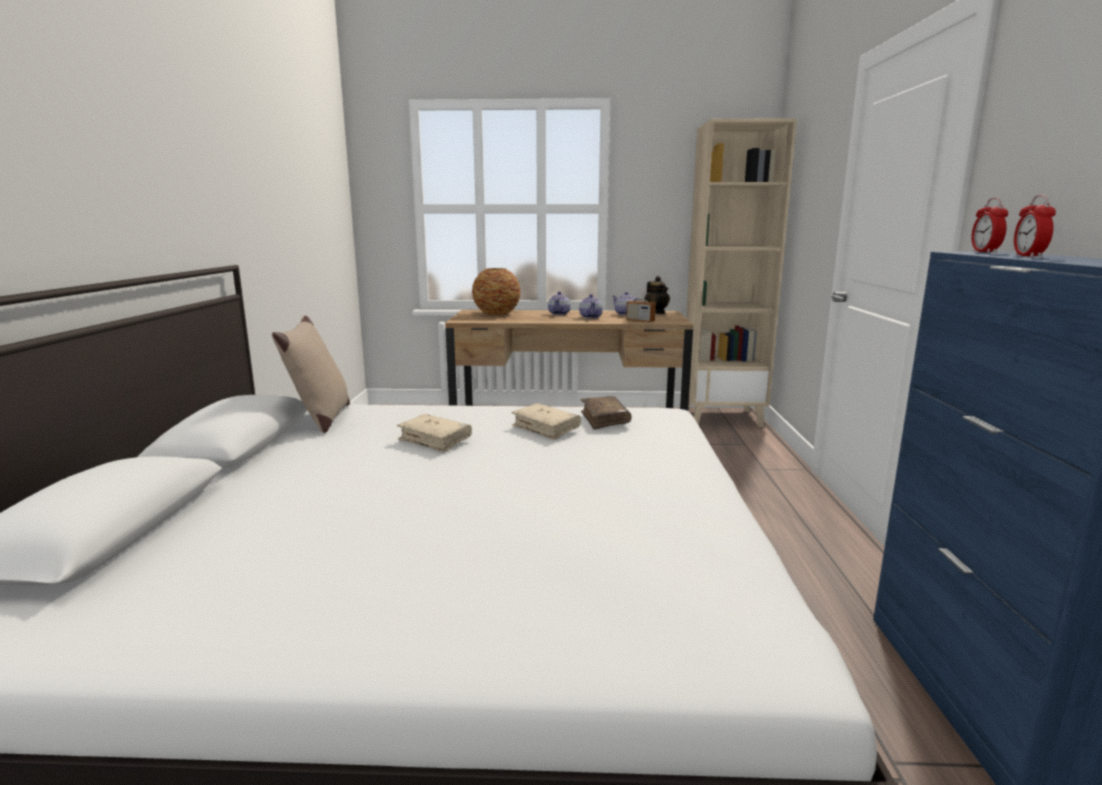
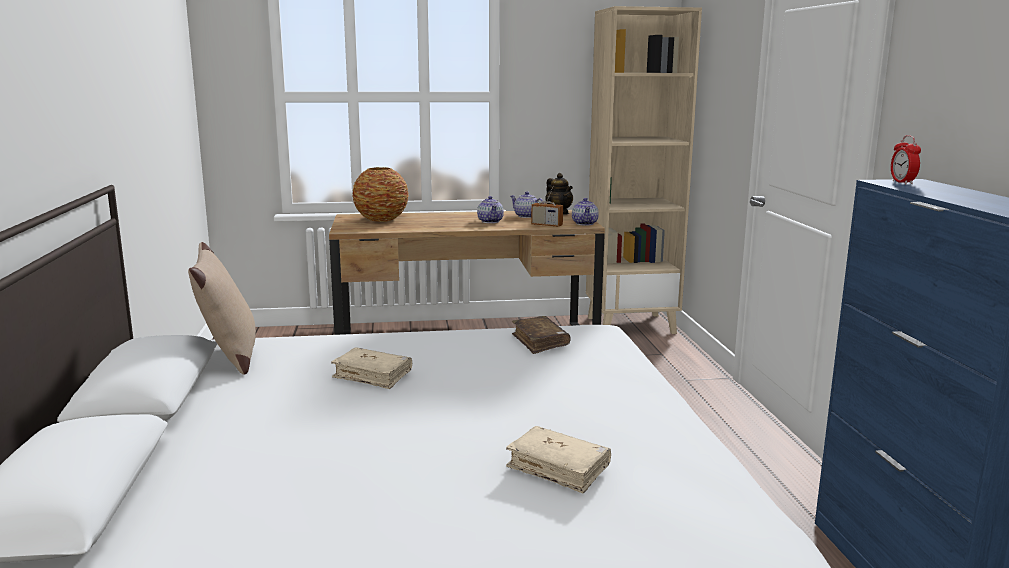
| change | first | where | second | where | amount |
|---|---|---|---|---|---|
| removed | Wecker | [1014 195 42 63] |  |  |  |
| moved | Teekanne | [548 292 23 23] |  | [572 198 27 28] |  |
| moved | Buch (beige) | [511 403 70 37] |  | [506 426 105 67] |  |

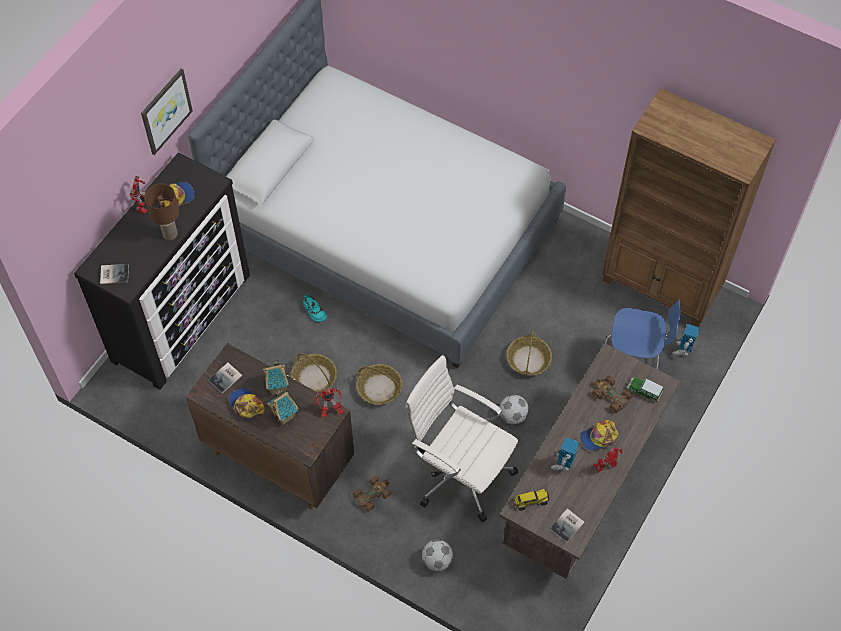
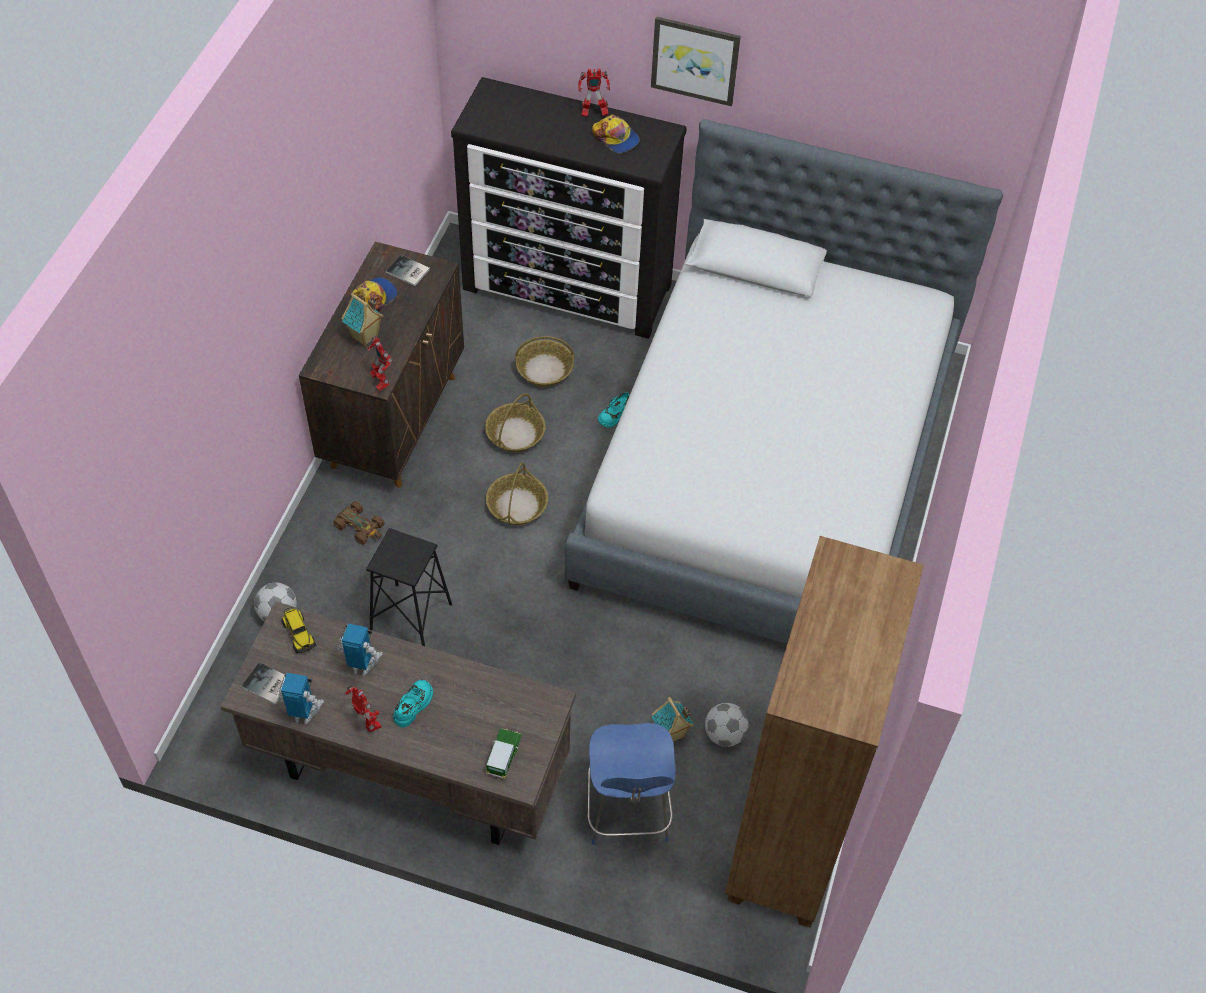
| change | first | where | second | where | amount |
|---|---|---|---|---|---|
| removed | Tischlampe (braun) | [144 183 35 57] |  |  |  |
| removed | Buch | [100 264 29 20] |  |  |  |
| moved | Spielzeugroboter | [672 324 27 32] |  | [277 673 47 51] |  |
| moved | Korb | [507 330 45 46] |  | [515 336 59 51] |  |
| replaced | Bürostuhl (weiß) | [405 355 114 167] | Hocker (schwarz) | [366 528 86 118] |  |
| moved | Spielzeughaus | [263 359 26 36] |  | [652 697 42 44] |  |
| removed | Spielzeugauto (braun) | [592 376 41 37] |  |  |  |
| moved | Fußball | [499 395 30 29] |  | [705 703 44 44] |  |
| replaced | Kappe | [580 420 39 31] | Schuh (türkis) | [393 680 40 48] |  |

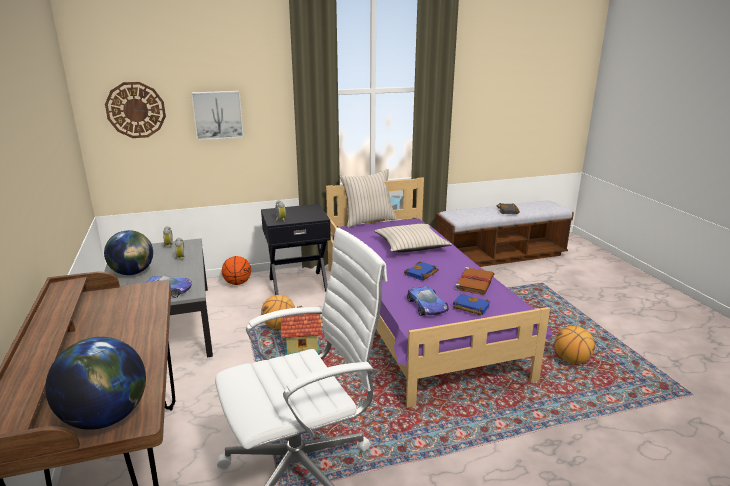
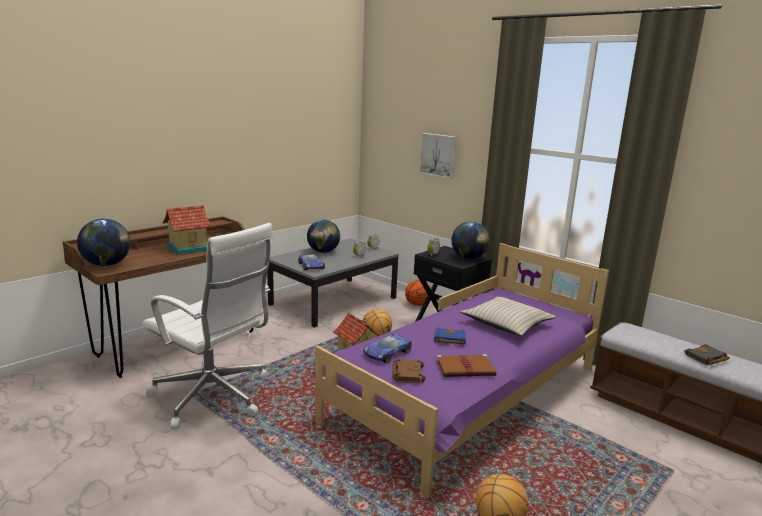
| change | first | where | second | where | amount |
|---|---|---|---|---|---|
| removed | Wanduhr | [105 82 61 56] |  |  |  |
| removed | Kissen (beige) | [340 169 57 59] |  |  |  |
| recoloured | Buch (blau) | [453 293 37 23] | Buch (braun) | [393 359 33 24] |  |
| added |  |  | Spielzeughaus | [162 205 50 50] |  |
| added |  |  | Globus | [451 222 39 37] |  |

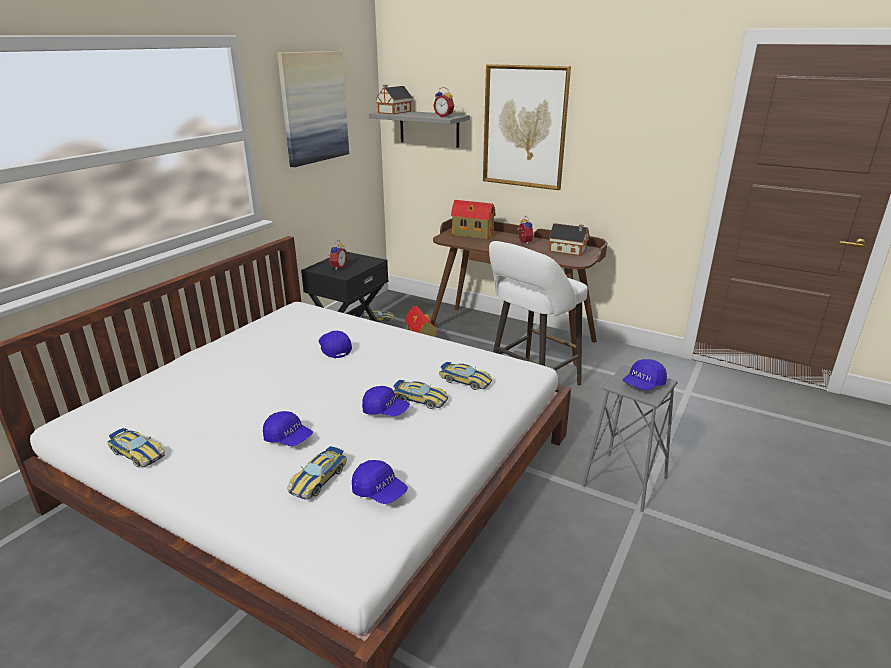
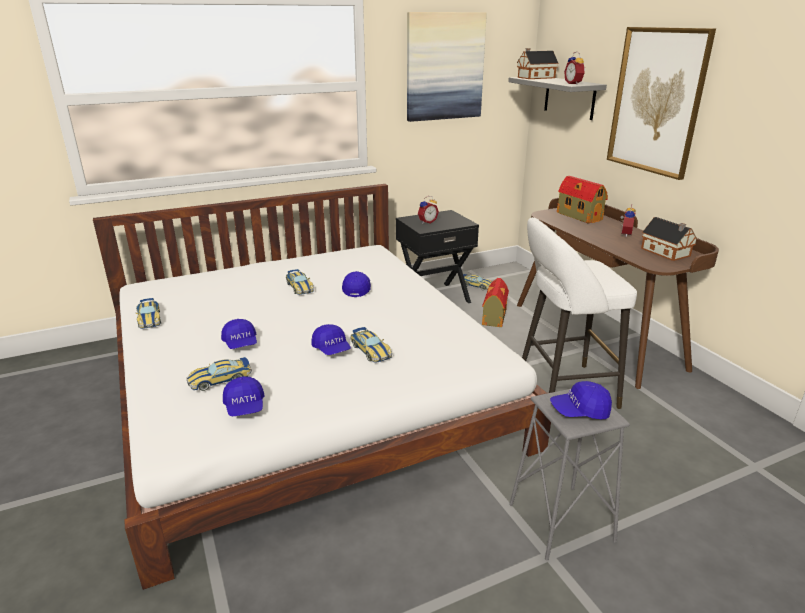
| change | first | where | second | where | amount |
|---|---|---|---|---|---|
| moved | Spielzeugauto | [439 362 53 28] |  | [286 269 28 26] |  |

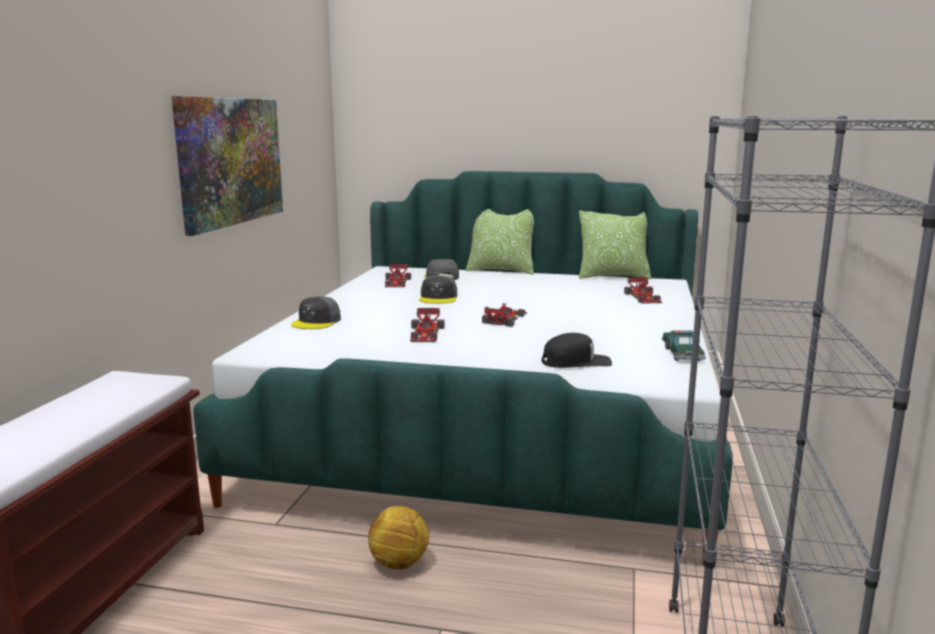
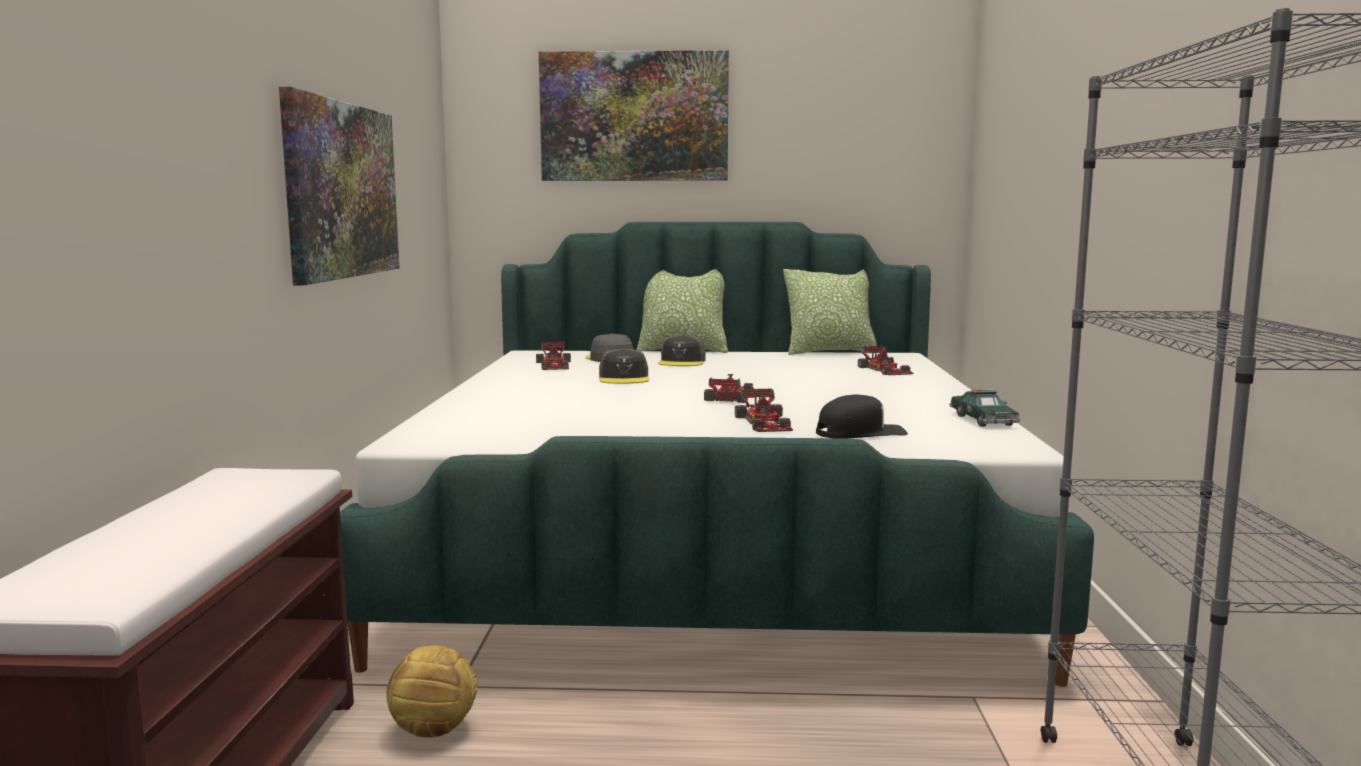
| change | first | where | second | where | amount |
|---|---|---|---|---|---|
| moved | Kappe (grau) | [291 296 50 33] |  | [658 335 48 31] |  |
| moved | Spielzeugauto | [410 308 35 34] |  | [735 389 58 43] |  |
| moved | Fußball | [368 506 62 63] |  | [386 645 93 92] |  |
| added |  |  | Bild | [539 50 190 131] |  |

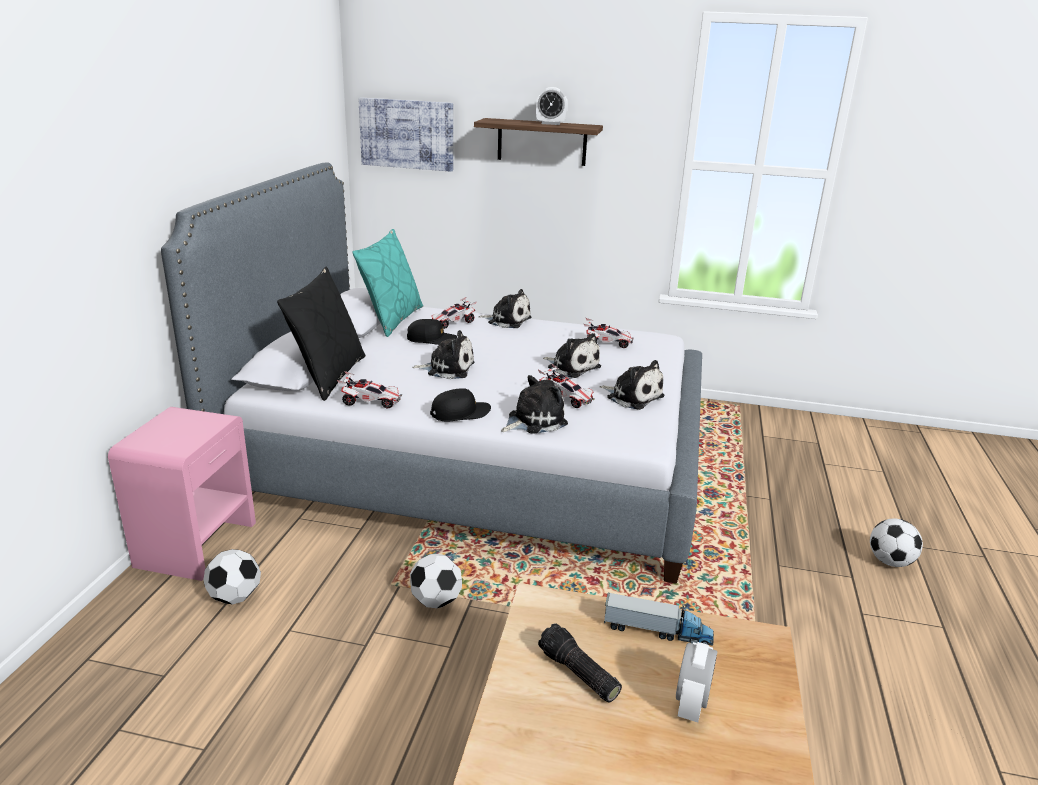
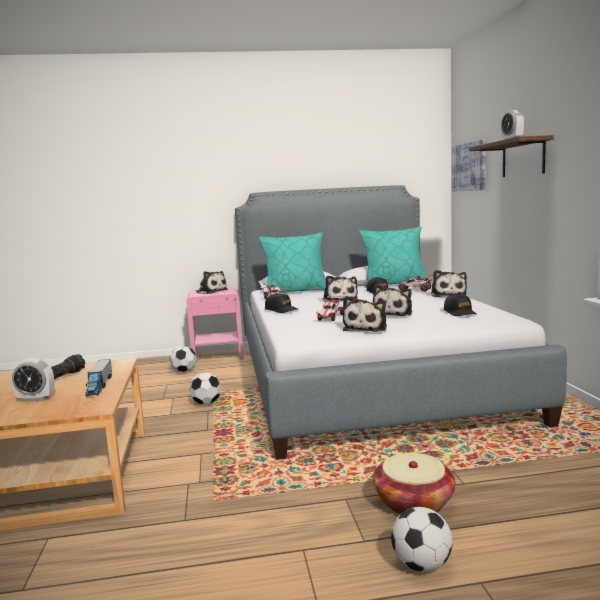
| change | first | where | second | where | amount |
|---|---|---|---|---|---|
| recoloured | Kissen (schwarz) | [277 267 89 134] | Kissen (türkis) | [259 232 67 61] |  |
| replaced | Spielzeugauto | [584 318 49 30] | Kappe (schwarz) | [444 293 32 23] |  |
| moved | Plüschtier | [501 375 67 59] |  | [196 271 32 23] |  |
| added |  |  | Korb | [373 453 83 61] |  |

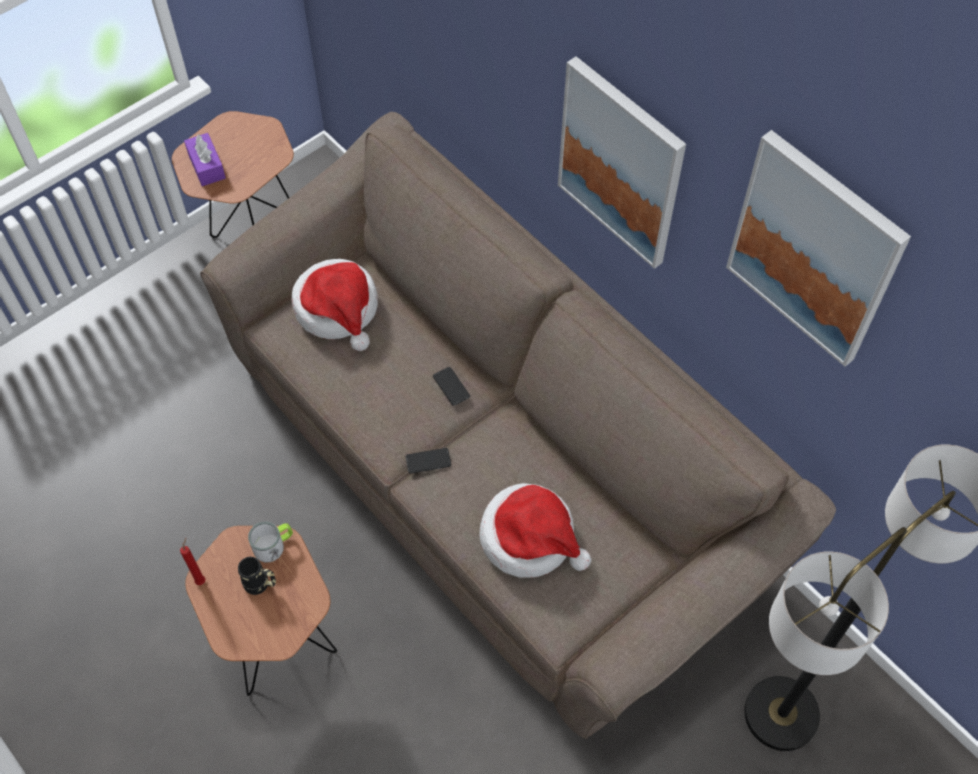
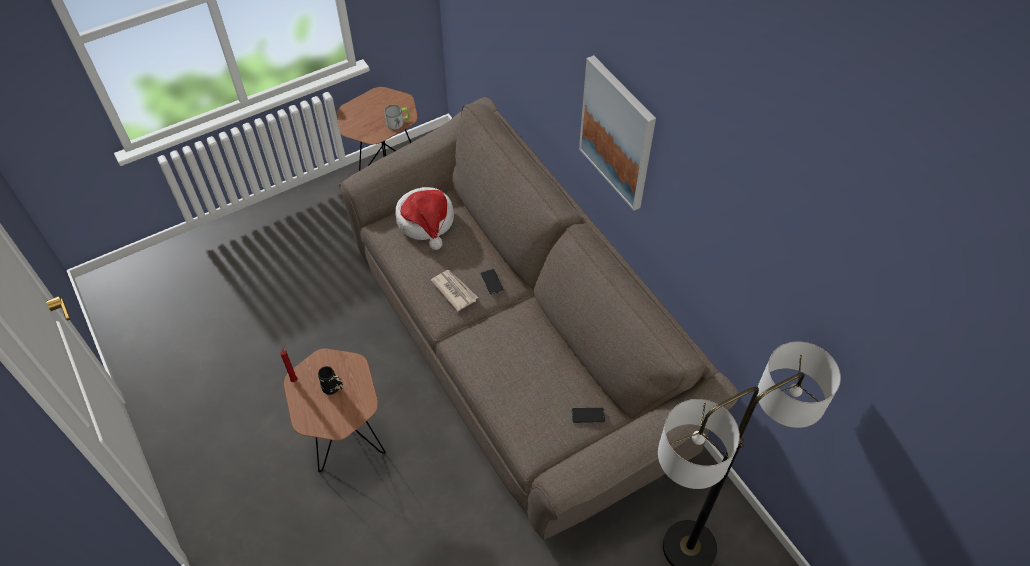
| change | first | where | second | where | amount |
|---|---|---|---|---|---|
| removed | Bild | [726 130 185 237] |  |  |  |
| removed | Taschentuchbox (lila) | [184 133 42 53] |  |  |  |
| moved | Handy | [406 448 45 26] |  | [572 408 33 15] |  |
| removed | Hut | [479 483 112 95] |  |  |  |
| moved | Henkelbecher | [248 522 45 41] |  | [384 105 26 24] |  |
| added |  |  | Zeitung | [431 270 47 42] |  |

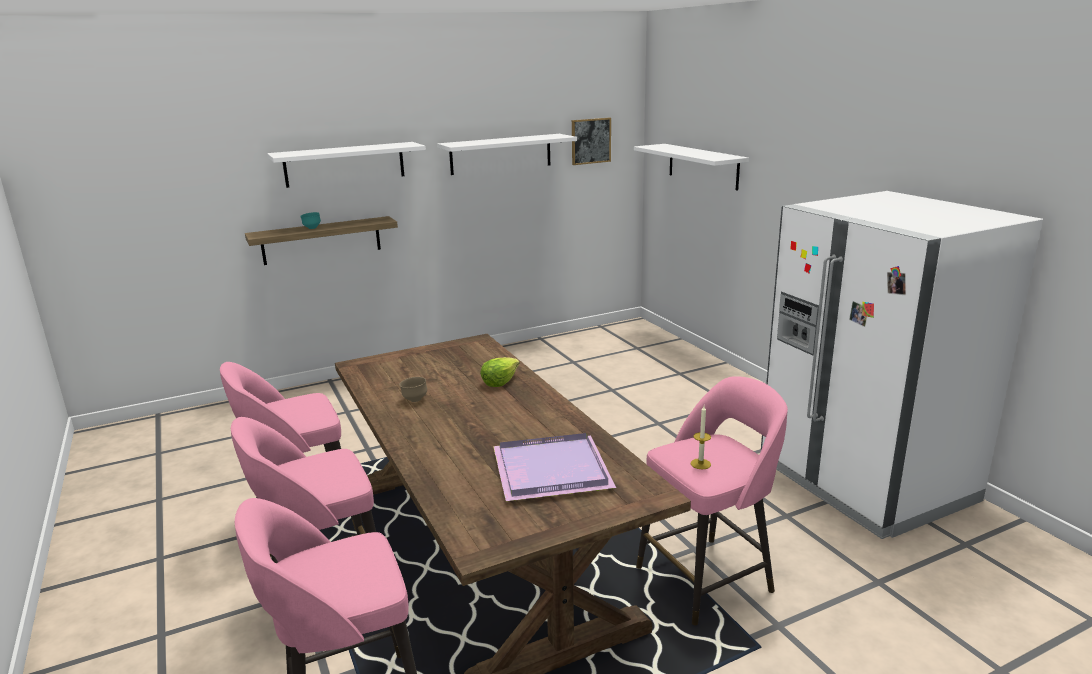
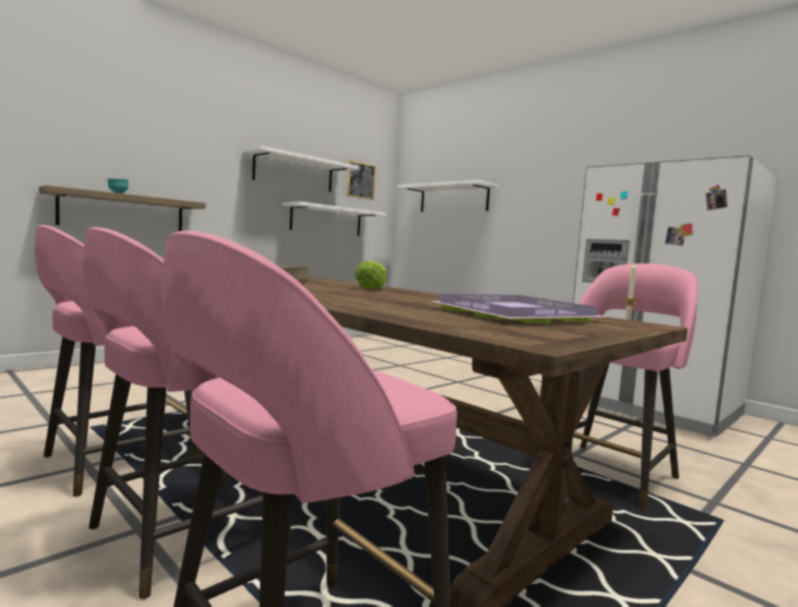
| change | first | where | second | where | amount |
|---|---|---|---|---|---|
| moved | Wandregal (weiß) | [267 142 159 46] |  | [282 202 104 34] |  |

